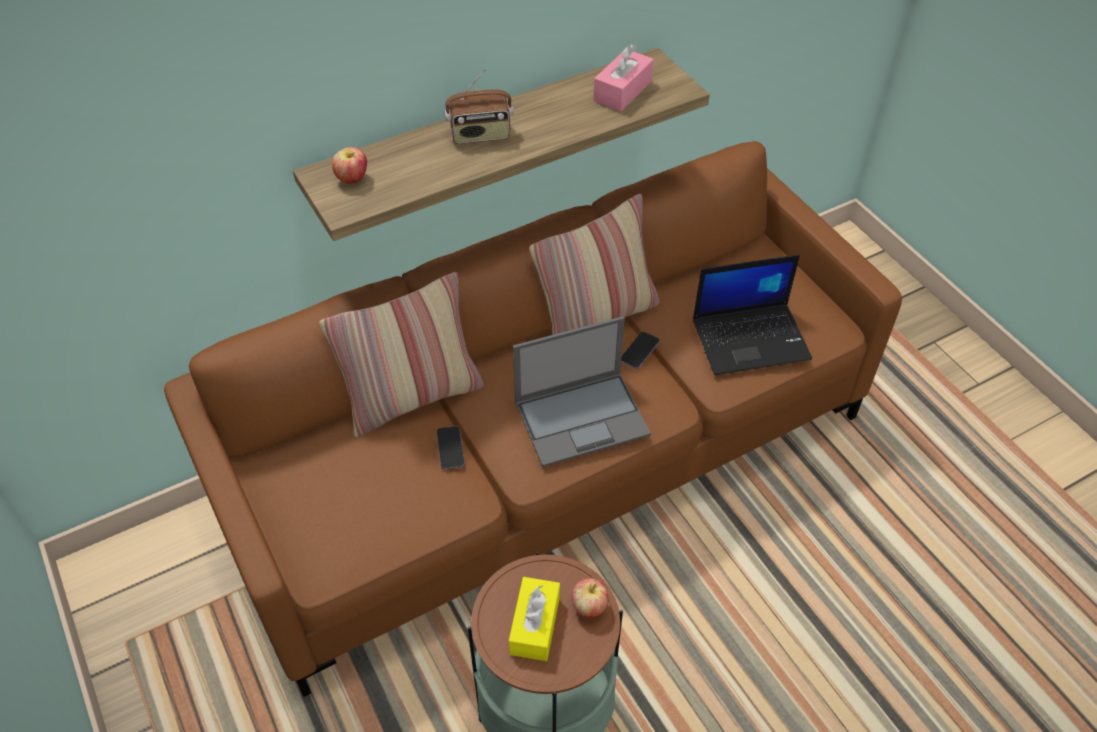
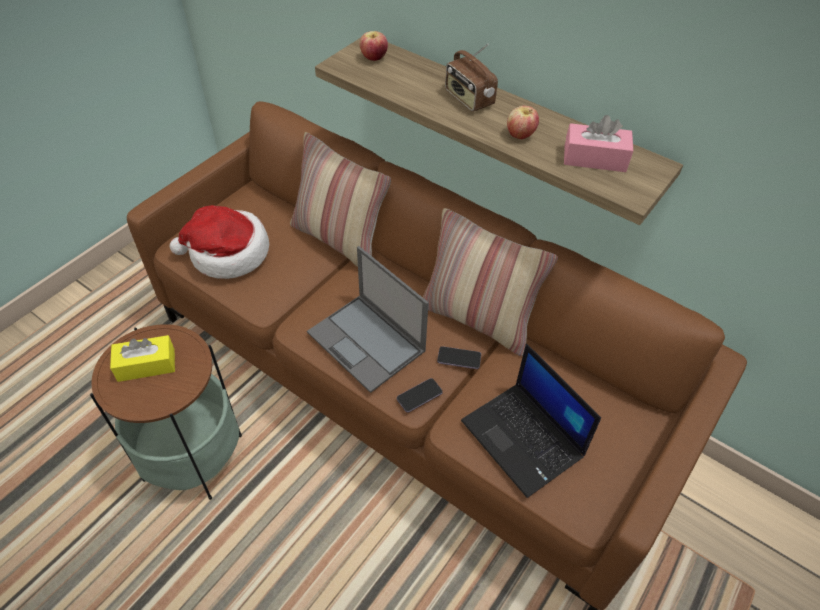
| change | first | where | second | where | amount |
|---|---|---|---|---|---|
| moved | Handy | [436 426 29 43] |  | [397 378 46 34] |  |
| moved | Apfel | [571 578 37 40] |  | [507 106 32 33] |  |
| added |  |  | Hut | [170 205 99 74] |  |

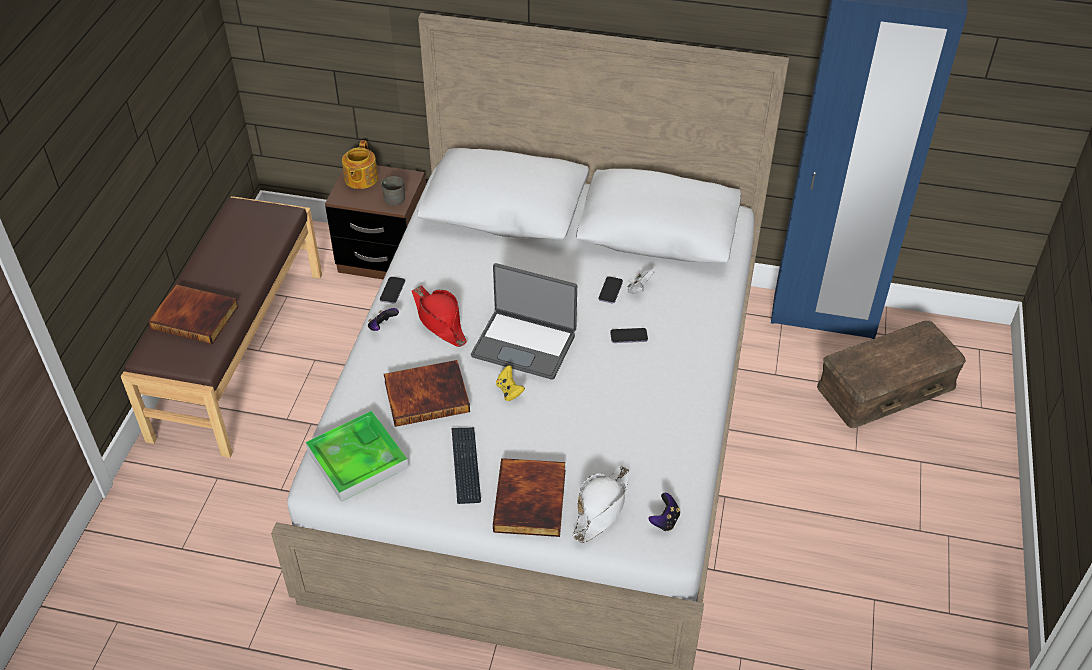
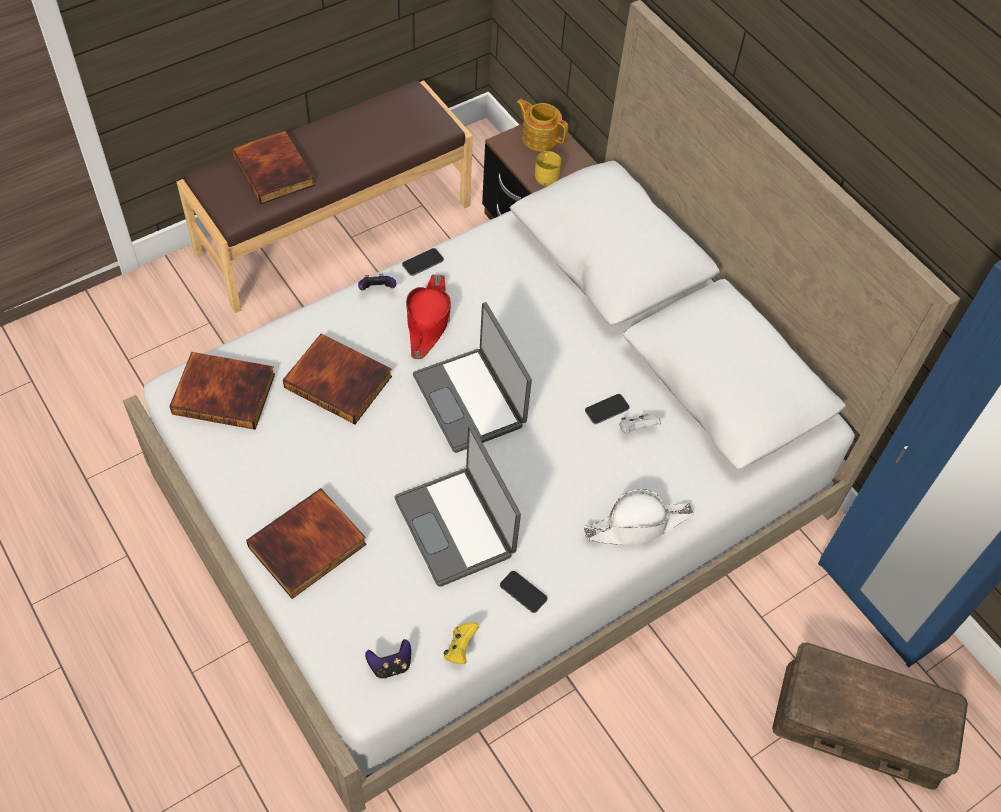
| change | first | where | second | where | amount |
|---|---|---|---|---|---|
| turned | Teekanne | [342 140 36 49] |  | [516 99 52 53] | 75 degrees clockwise |
| recoloured | Henkelbecher (grau) | [381 176 24 30] | Henkelbecher (gelb) | [535 151 26 35] |  |
| moved | Handy | [610 328 38 15] |  | [500 571 47 42] |  |
| moved | Gamepad (gelb) | [496 365 29 36] |  | [443 622 36 42] |  |
| replaced | Tablett | [306 411 102 91] | Buch | [169 352 106 78] |  |
| removed | Tastatur | [452 427 29 77] |  |  |  |
| moved | Hut (weiß) | [573 466 57 77] |  | [584 489 109 56] |  |
| added |  |  | Laptop | [395 425 126 162] |  |

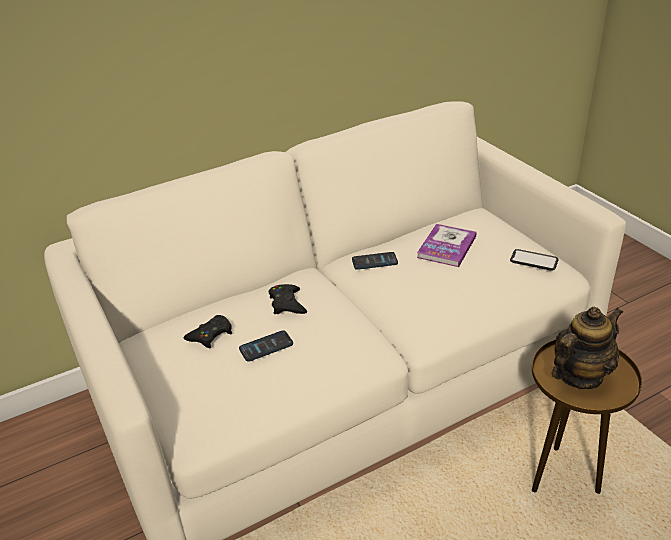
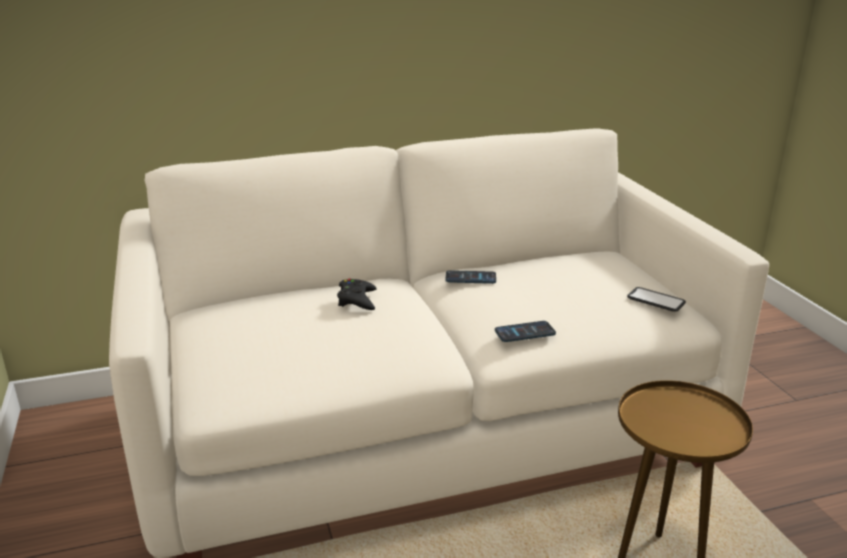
| change | first | where | second | where | amount |
|---|---|---|---|---|---|
| removed | Buch | [417 224 60 43] |  |  |  |
| removed | Teekanne | [552 307 71 82] |  |  |  |
| removed | Gamepad (schwarz) | [183 315 49 34] |  |  |  |
| moved | Handy | [239 330 54 32] |  | [495 321 61 21] |  |

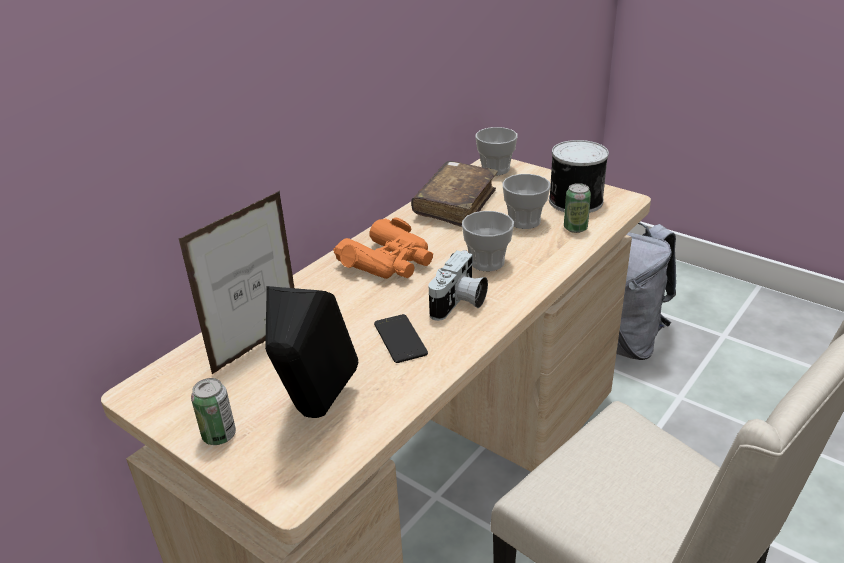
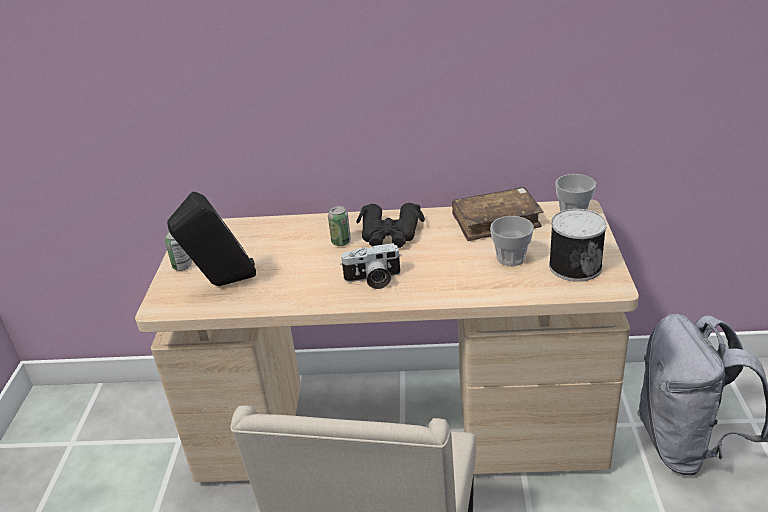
| change | first | where | second | where | amount |
|---|---|---|---|---|---|
| moved | Dose | [564 183 27 50] |  | [328 206 23 40] |  |
| removed | Bilderrahmen | [179 191 115 183] |  |  |  |
| removed | Tasse | [462 211 52 60] |  |  |  |
| recoloured | Fernglas (orange) | [333 218 100 61] | Fernglas (schwarz) | [356 203 69 45] |  |
| removed | Handy | [374 314 54 49] |  |  |  |

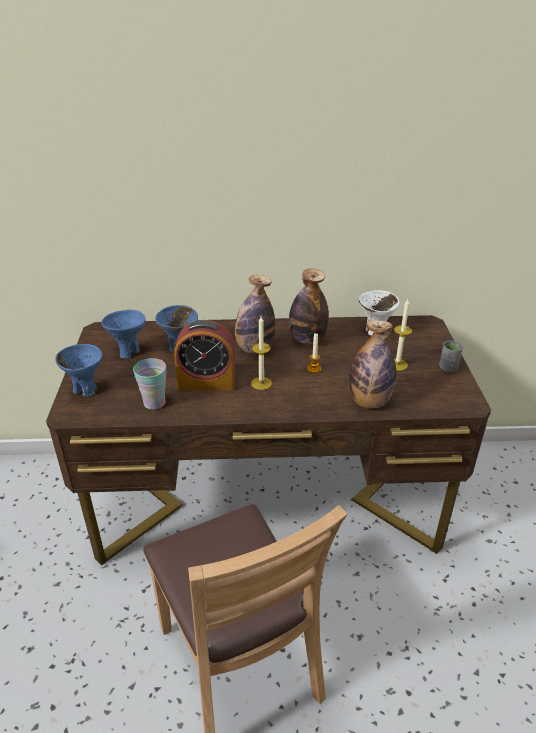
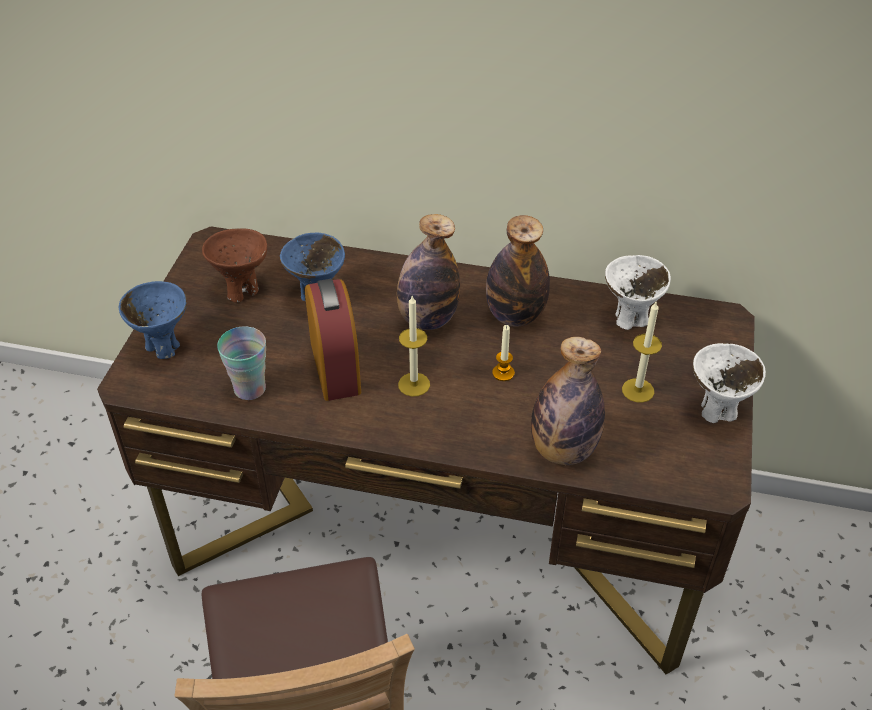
| change | first | where | second | where | amount |
|---|---|---|---|---|---|
| recoloured | Schüssel (blau) | [101 310 44 49] | Schüssel (braun) | [202 228 65 75] |  |
| turned | Wecker | [174 320 62 70] |  | [305 279 56 122] | 120 degrees counterclockwise |
| replaced | Tasse (grau) | [439 341 24 31] | Schüssel (weiß) | [693 343 73 80] |  |

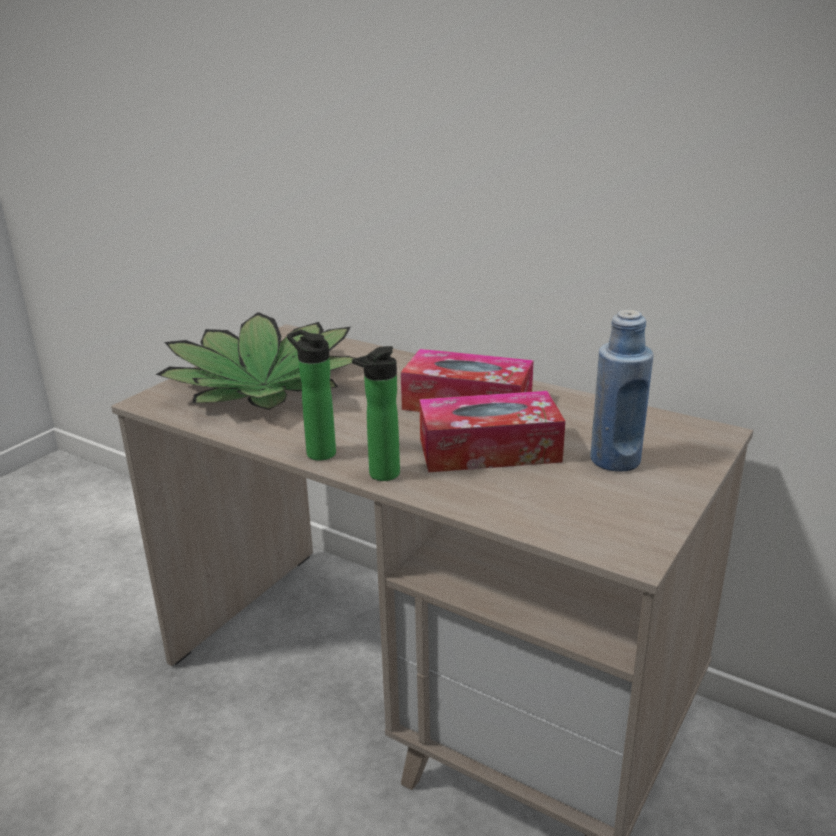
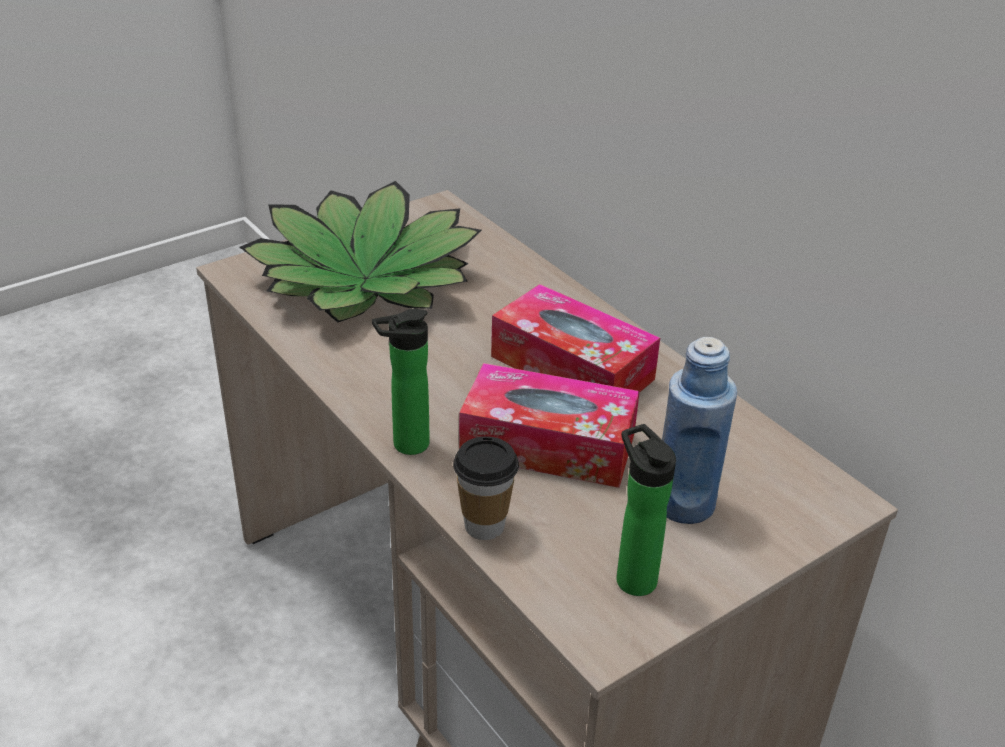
| change | first | where | second | where | amount |
|---|---|---|---|---|---|
| moved | Flasche | [287 330 49 131] |  | [616 424 60 172] |  |
| added |  |  | Tasse | [453 436 66 104] |  |

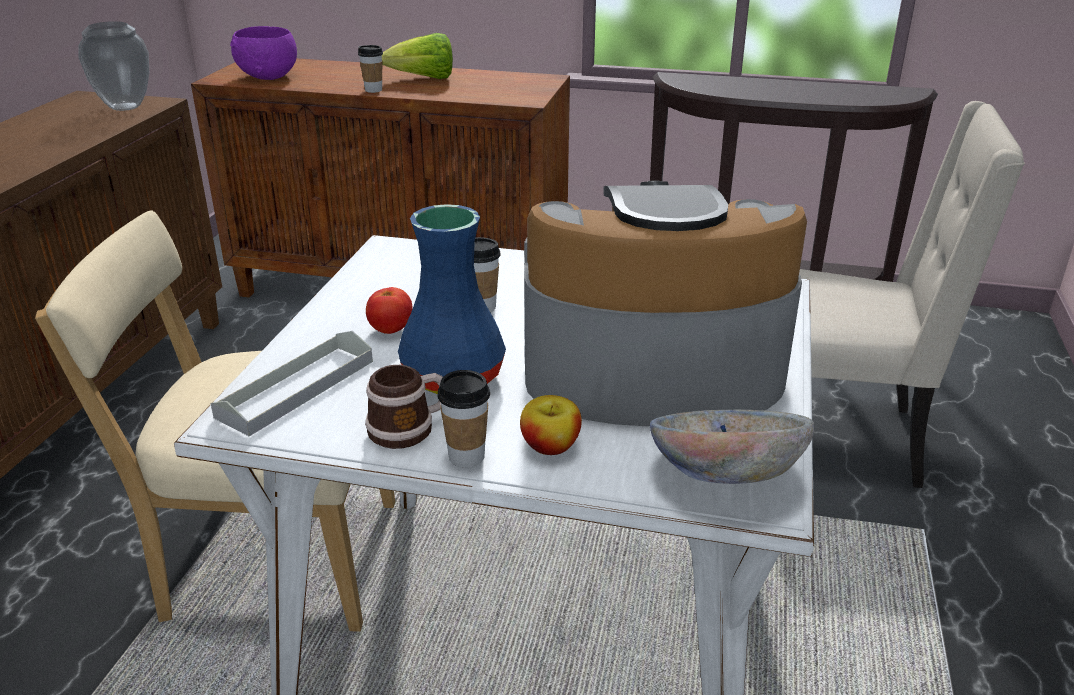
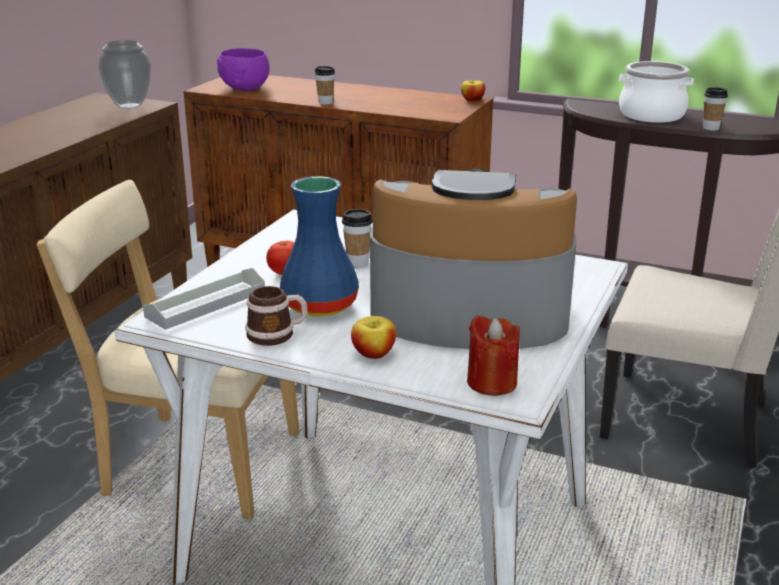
| change | first | where | second | where | amount |
|---|---|---|---|---|---|
| removed | Salatkopf | [382 33 71 46] |  |  |  |
| moved | Tasse | [437 370 53 97] |  | [703 87 25 44] |  |
| replaced | Schüssel | [650 410 165 74] | Kerze (rot) | [467 315 53 81] |  |
| added |  |  | Kochtopf | [619 61 75 62] |  |
| added |  |  | Apfel | [461 80 24 22] |  |

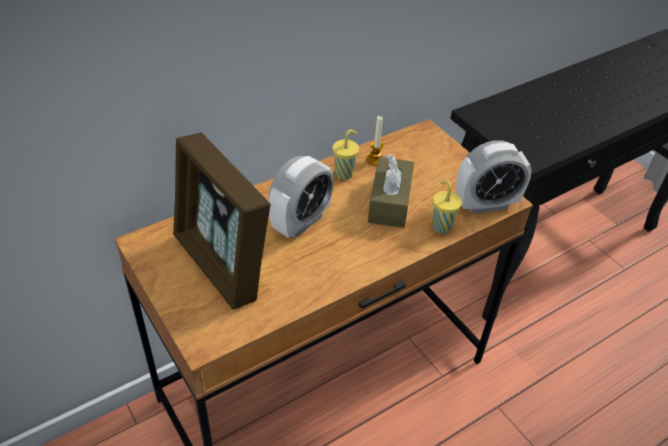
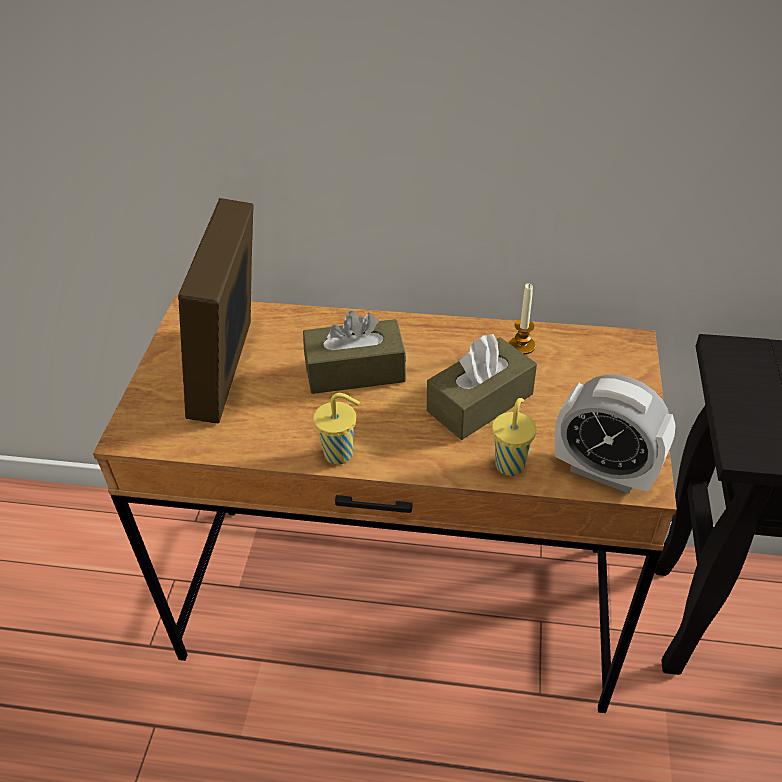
| change | first | where | second | where | amount |
|---|---|---|---|---|---|
| moved | Tasse (gelb) | [332 129 27 51] |  | [313 393 47 72] |  |
| replaced | Wecker | [268 156 66 82] | Taschentuchbox (braun) | [303 311 103 83] |  |

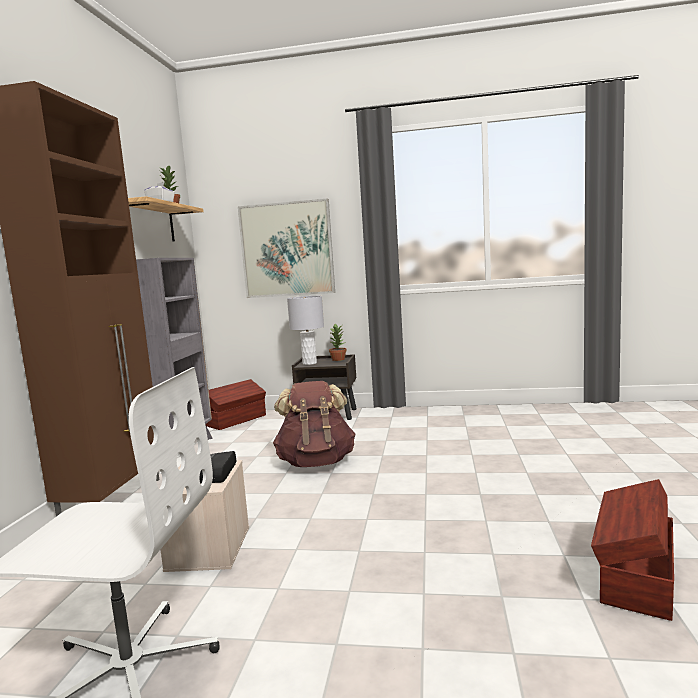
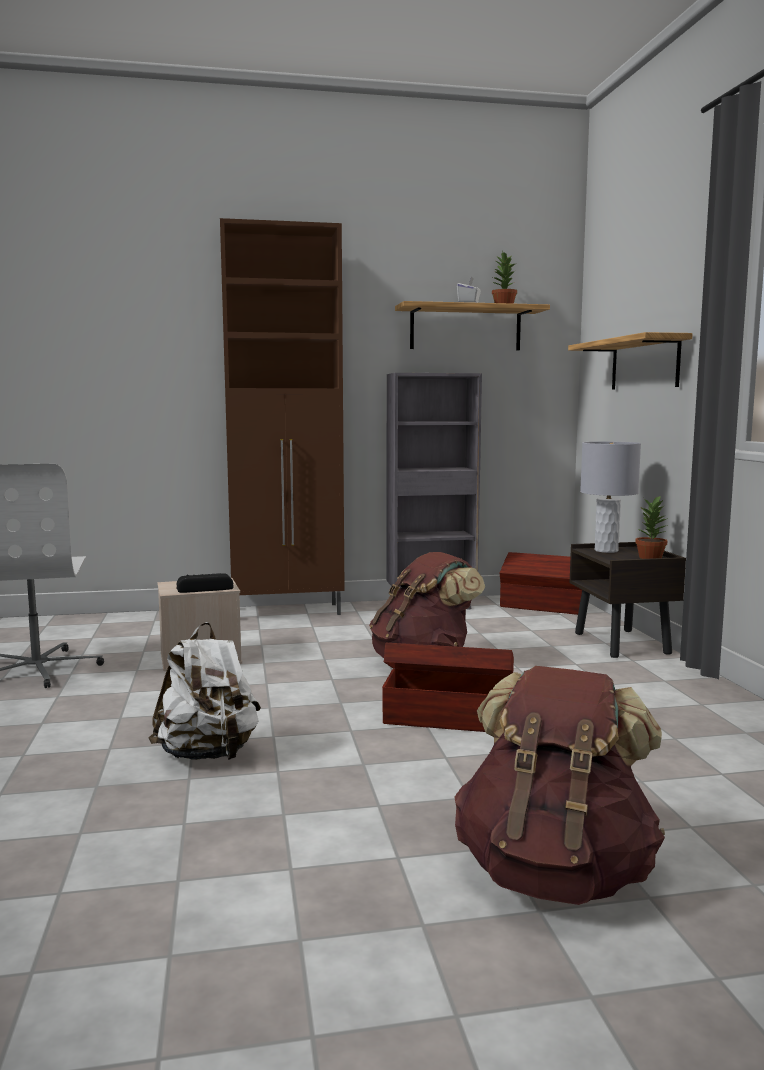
| change | first | where | second | where | amount |
|---|---|---|---|---|---|
| replaced | Bild | [238 198 97 100] | Wandregal | [568 332 125 57] |  |
| moved | Aufbewahrungsbox (braun) | [591 479 83 142] |  | [382 643 132 89] |  |
| added |  |  | Rucksack (weiß) | [148 622 113 138] |  |
| added |  |  | Rucksack (braun) | [454 666 211 239] |  |

